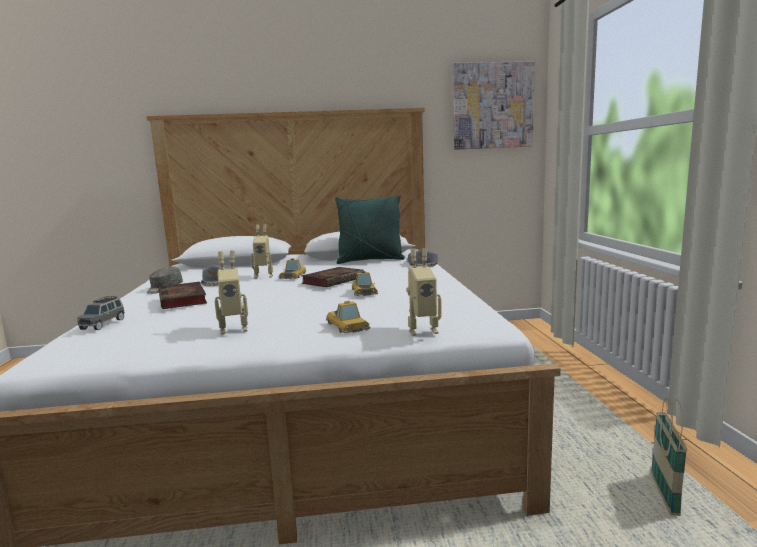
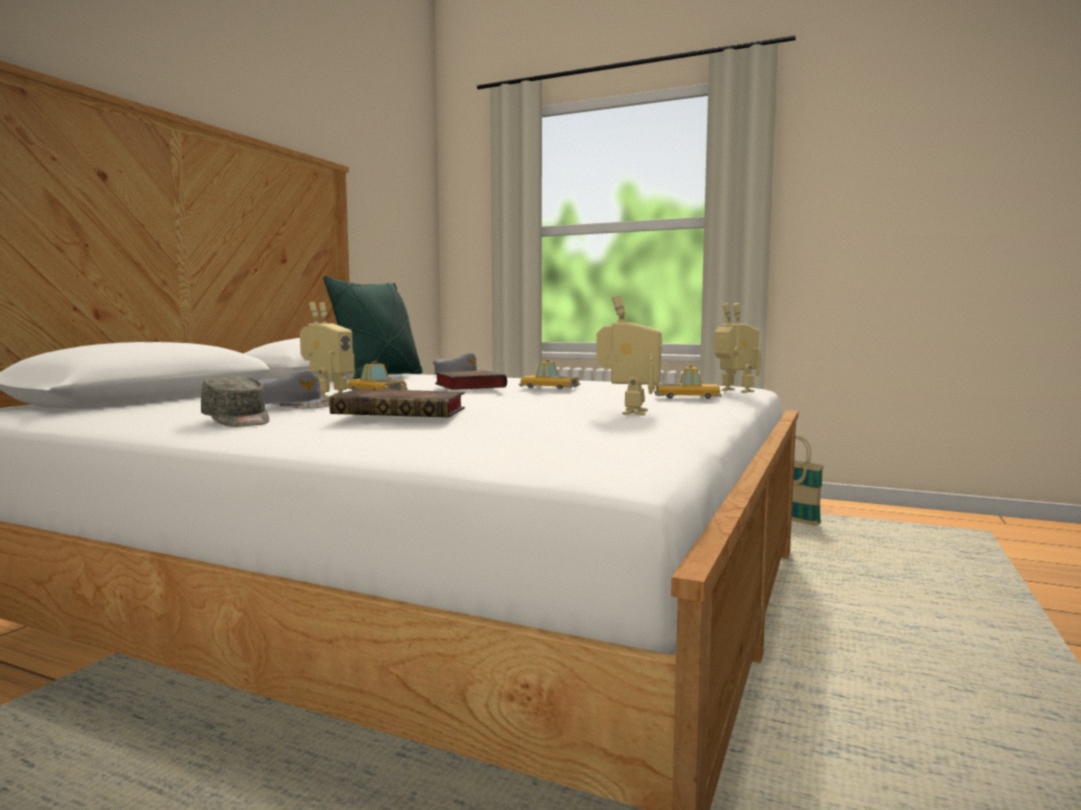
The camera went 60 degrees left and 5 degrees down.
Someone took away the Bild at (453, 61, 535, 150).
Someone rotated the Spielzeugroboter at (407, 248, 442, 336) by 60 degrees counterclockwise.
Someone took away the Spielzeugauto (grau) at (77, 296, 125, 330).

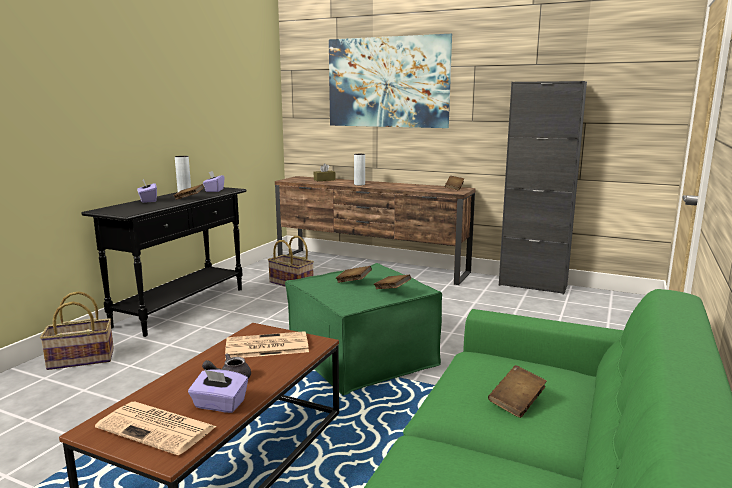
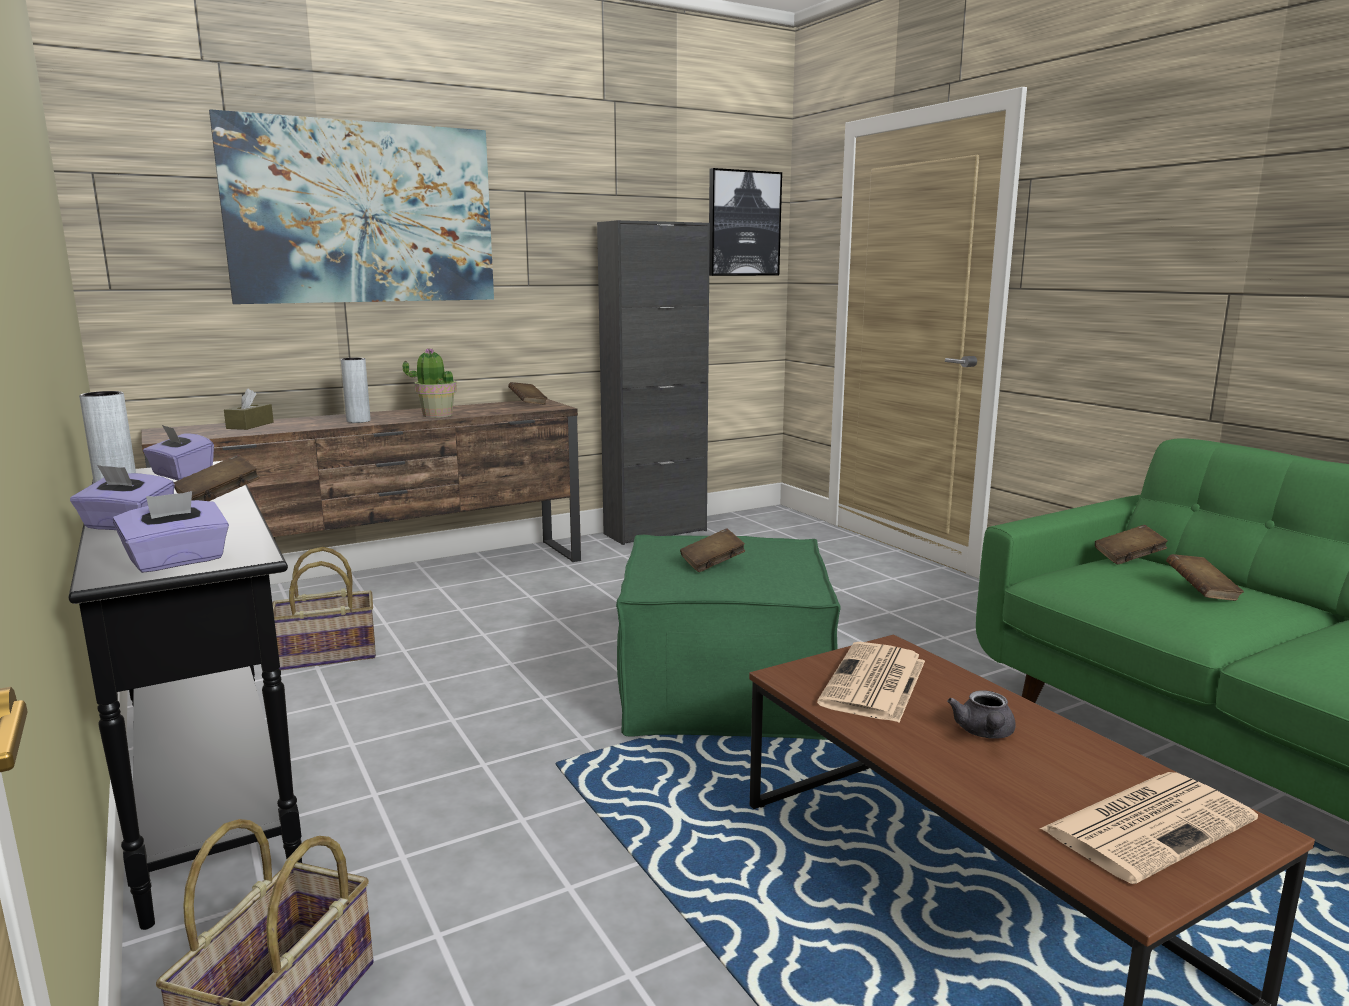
The camera went 55 degrees left and 0 degrees up.
Someone carried the Buch (braun) from (374, 275, 411, 289) to (1095, 525, 1168, 564).
Someone carried the Taschentuchbox (lila) from (188, 369, 248, 413) to (113, 491, 229, 573).
Someone put up the Bild at (709, 168, 782, 276).
Someone put down the Topfpflanze at (403, 348, 457, 418).

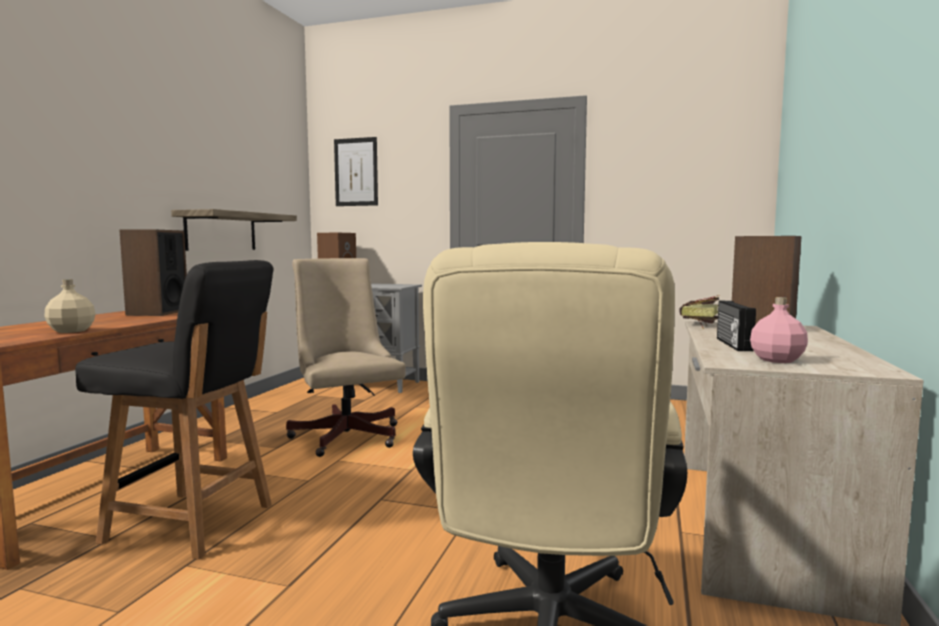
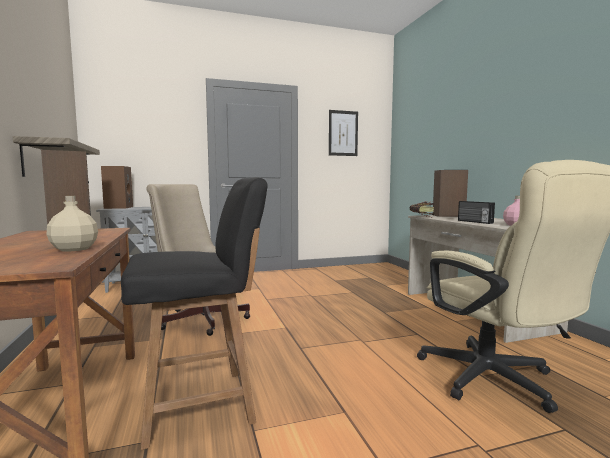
The camera went 35 degrees left and 0 degrees up.
Someone carried the Bild from (334, 137, 378, 206) to (329, 110, 358, 156).

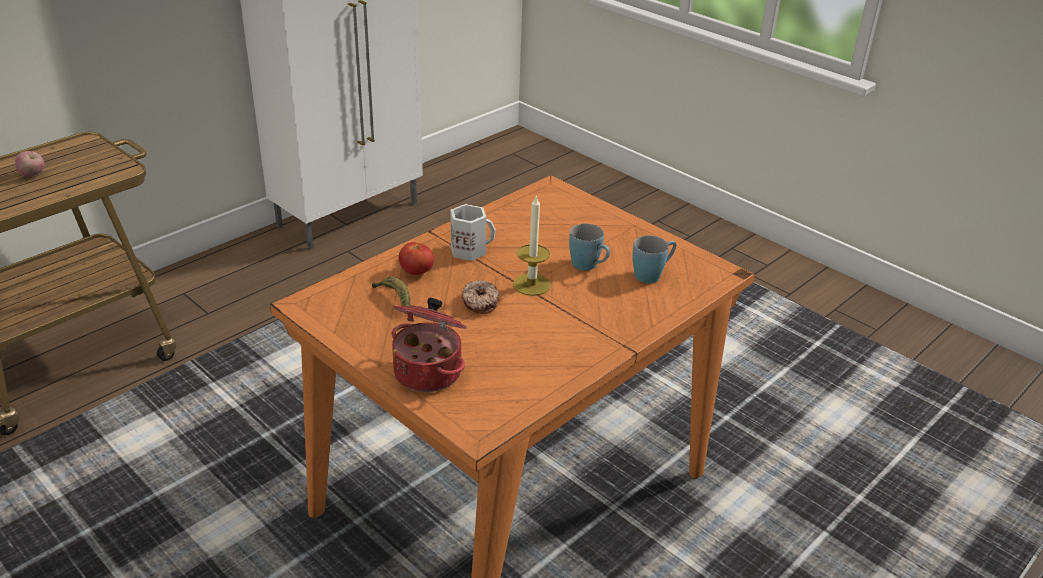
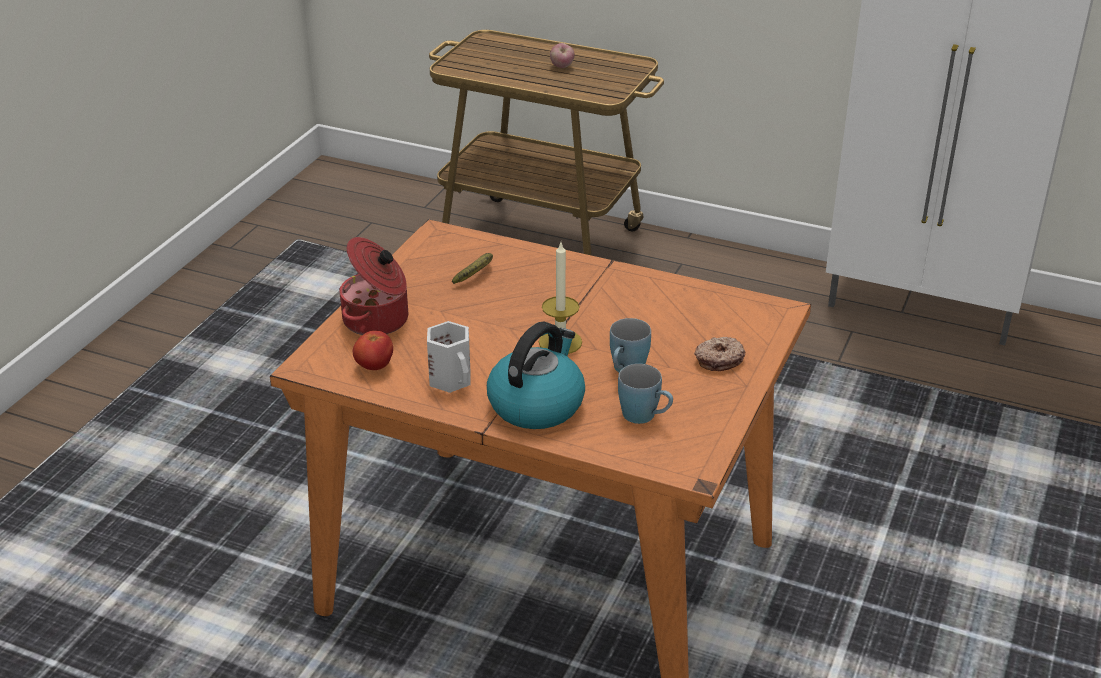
The camera went 70 degrees right and 0 degrees up.
Someone carried the Henkelbecher (weiß) from (450, 204, 496, 261) to (427, 321, 470, 393).
Someone carried the Tomate from (399, 242, 434, 275) to (353, 331, 393, 370).
Someone carried the Donut from (462, 280, 500, 314) to (694, 337, 745, 371).
Someone put down the Wasserkessel at (487, 322, 585, 429).

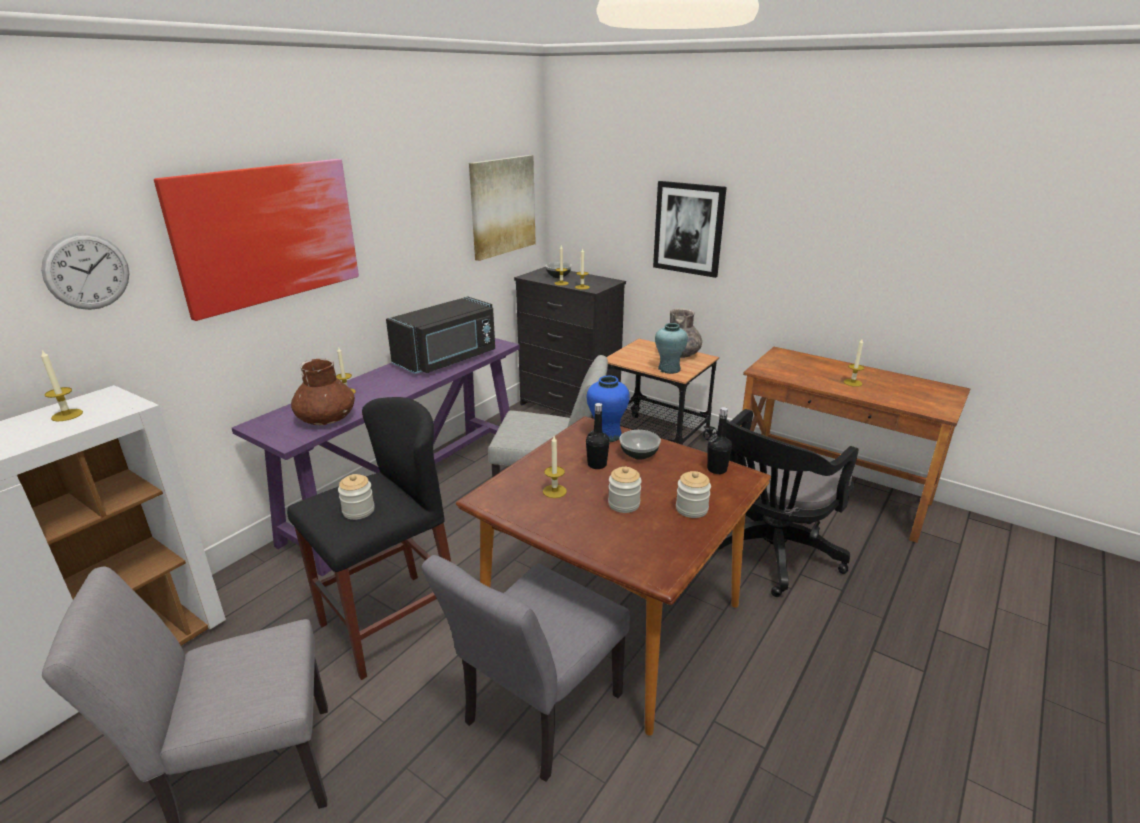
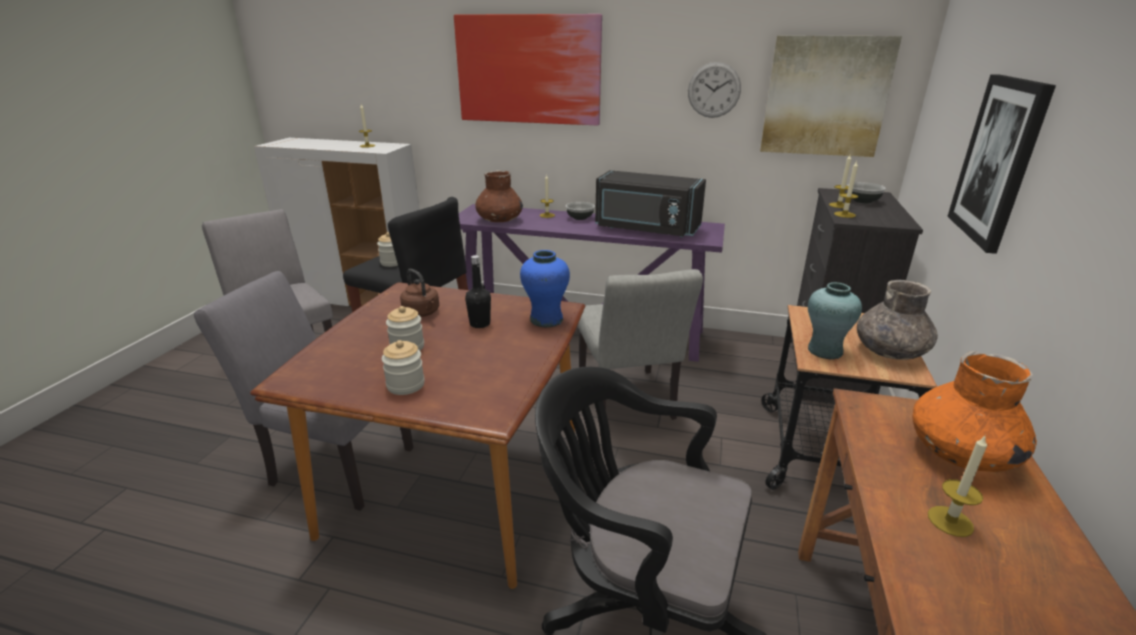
The camera went 70 degrees right and 0 degrees up.
Someone carried the Wanduhr from (41, 233, 129, 310) to (688, 62, 741, 118).
Someone took away the Flasche (schwarz) at (707, 407, 732, 474).
Someone carried the Schüssel from (619, 430, 661, 460) to (566, 202, 595, 220).
Someone swapped the Kerze at (543, 436, 567, 498) for the Wasserkessel (braun) at (400, 269, 439, 317).
Someone put down the Vase (orange) at (912, 351, 1037, 472).

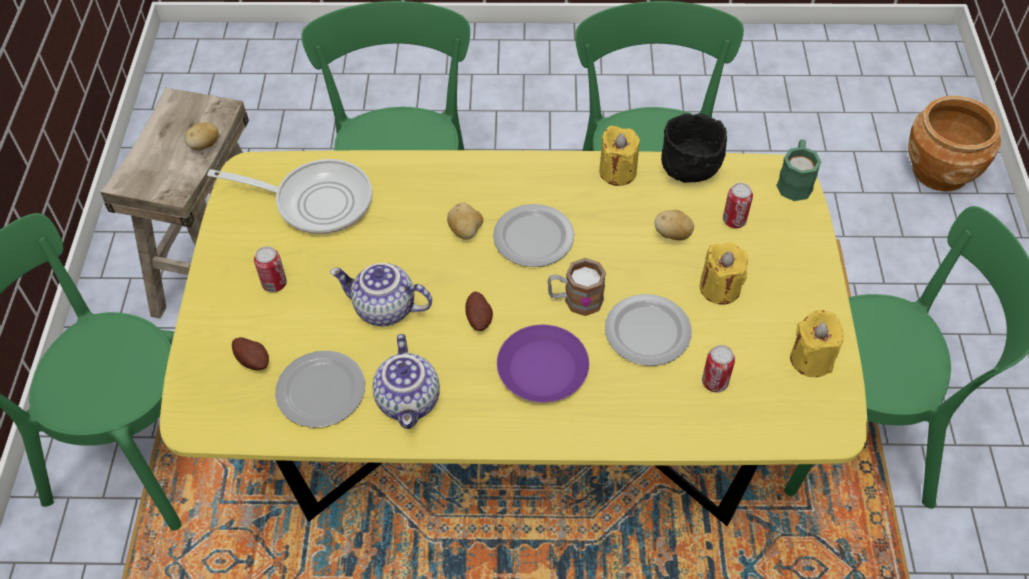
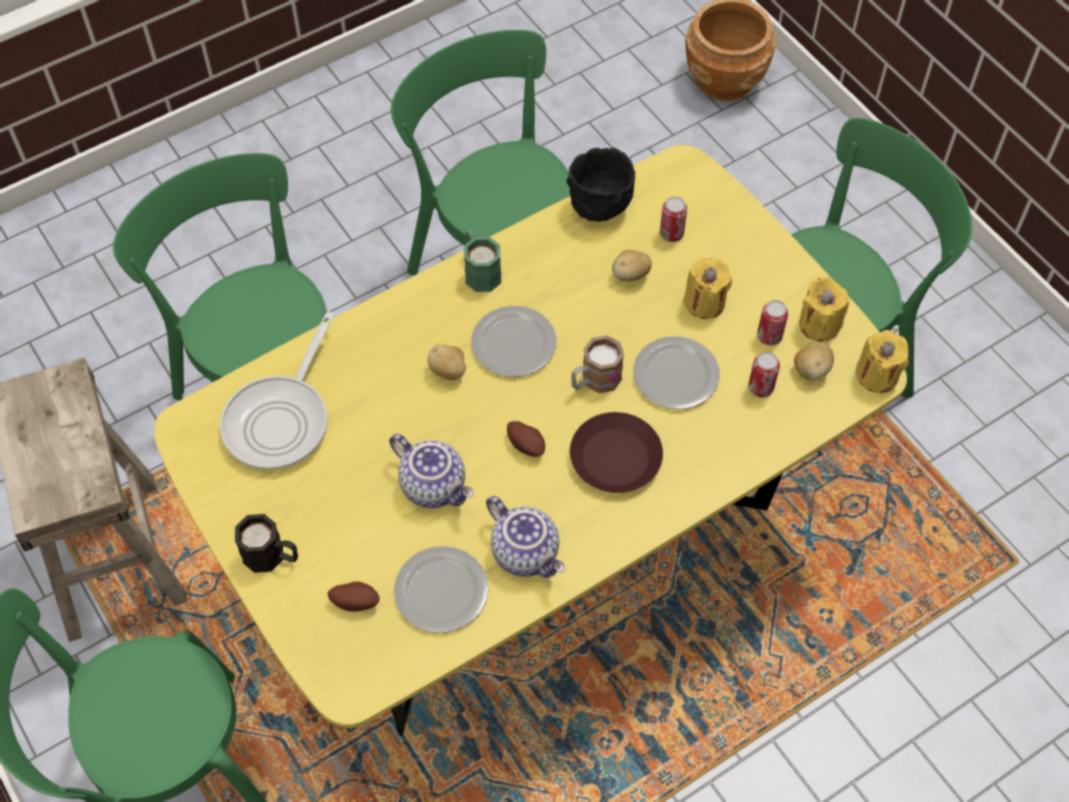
The camera went 35 degrees left and 5 degrees up.
Someone carried the Kartoffel from (184, 122, 219, 150) to (794, 341, 834, 380).
Someone carried the Kerze (gelb) from (599, 125, 640, 186) to (856, 330, 909, 393).
Someone carried the Henkelbecher (grün) from (776, 139, 822, 201) to (464, 229, 501, 292).
Someone rotated the Pfanne at (207, 159, 372, 234) by 135 degrees clockwise.
Someone carried the Dose from (254, 246, 287, 292) to (757, 300, 788, 346).
Someone rotated the Teekanne at (330, 263, 432, 326) by 120 degrees counterclockwise.
Someone repainted the Teller (lila) at (497, 325, 589, 402), which became the Teller (braun) at (570, 412, 663, 493).
Someone put down the Henkelbecher (schwarz) at (235, 514, 298, 573).

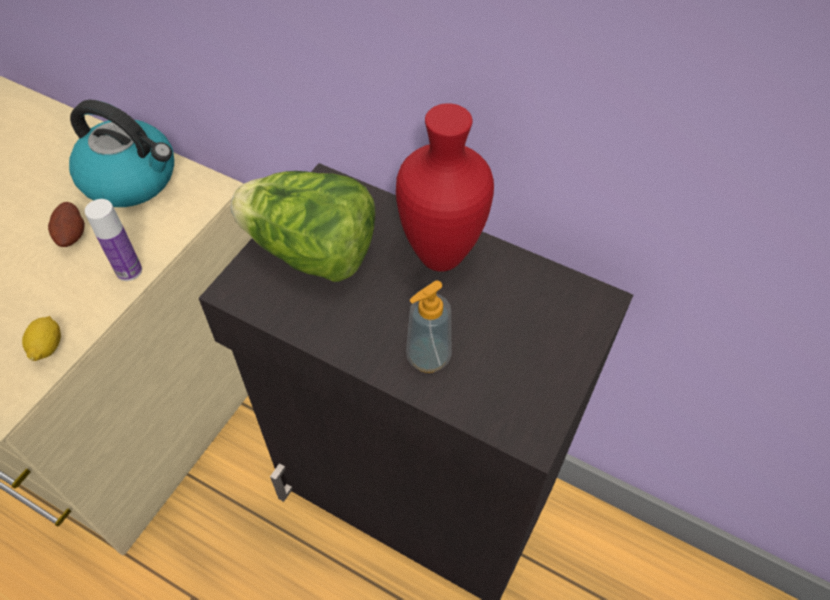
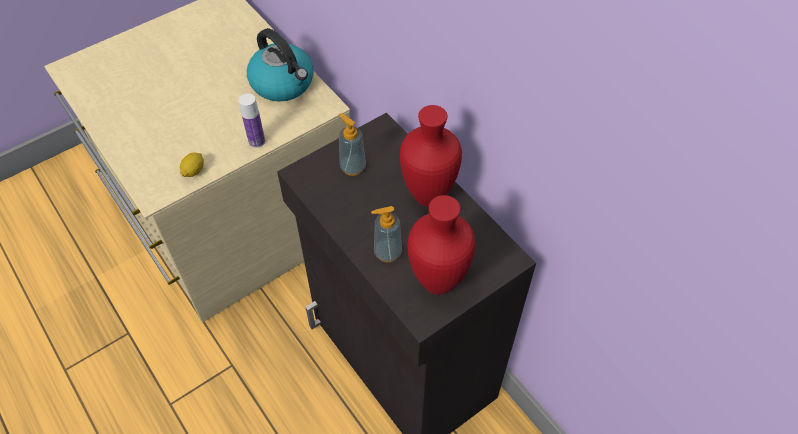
The camera went 25 degrees right and 0 degrees up.
Someone swapped the Salatkopf at (231, 171, 375, 282) for the Seifenspender at (339, 113, 366, 176).
Someone took away the Kartoffel at (48, 202, 85, 247).
Someone put down the Vase (rot) at (407, 195, 476, 295).

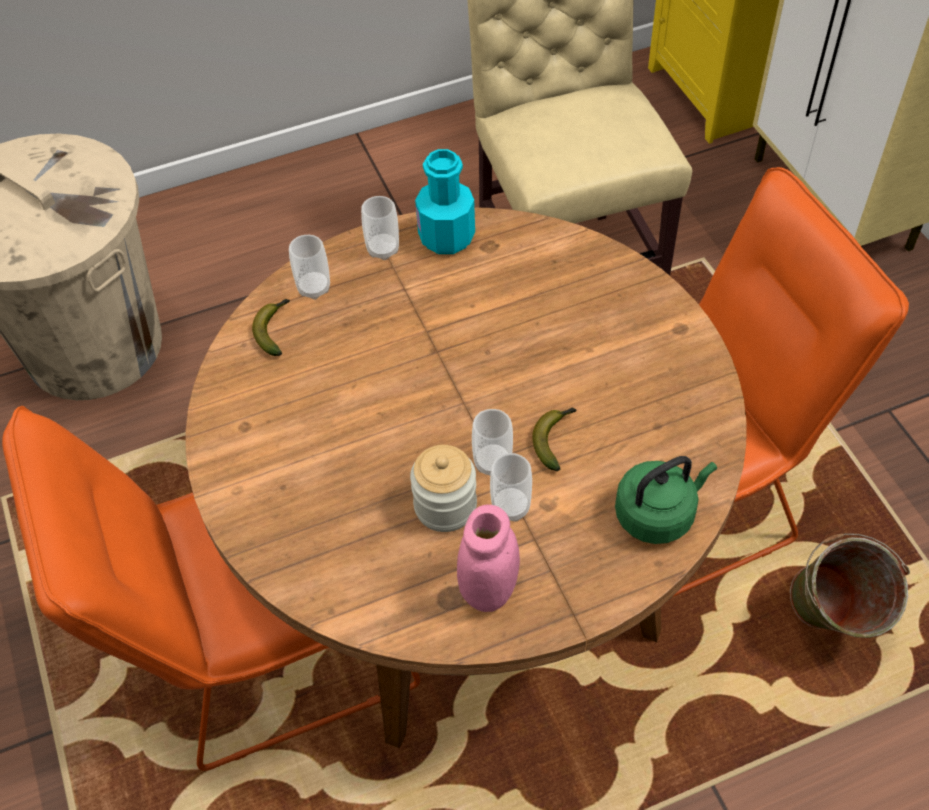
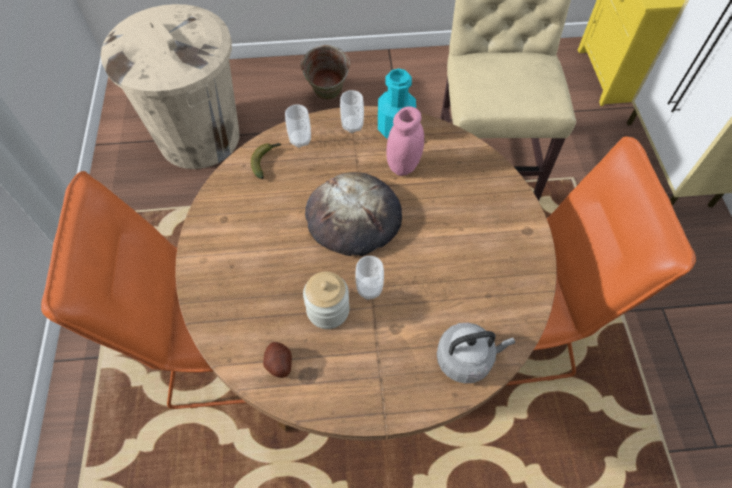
The camera went 15 degrees right and 5 degrees up.
Someone took away the Banane at (532, 408, 577, 471).
Someone took away the Tasse at (490, 453, 532, 522).
Someone repainted the Wasserkessel (grün) at (615, 456, 717, 544), which became the Wasserkessel (grau) at (437, 323, 515, 384).
Someone carried the Vorratsglas (rosa) from (457, 505, 520, 612) to (386, 106, 424, 176).
Someone carried the Eimer (grün) from (790, 533, 910, 638) to (301, 45, 350, 100).
Someone put down the Brot at (305, 172, 402, 256).
Someone put down the Kartoffel at (263, 342, 292, 378).

